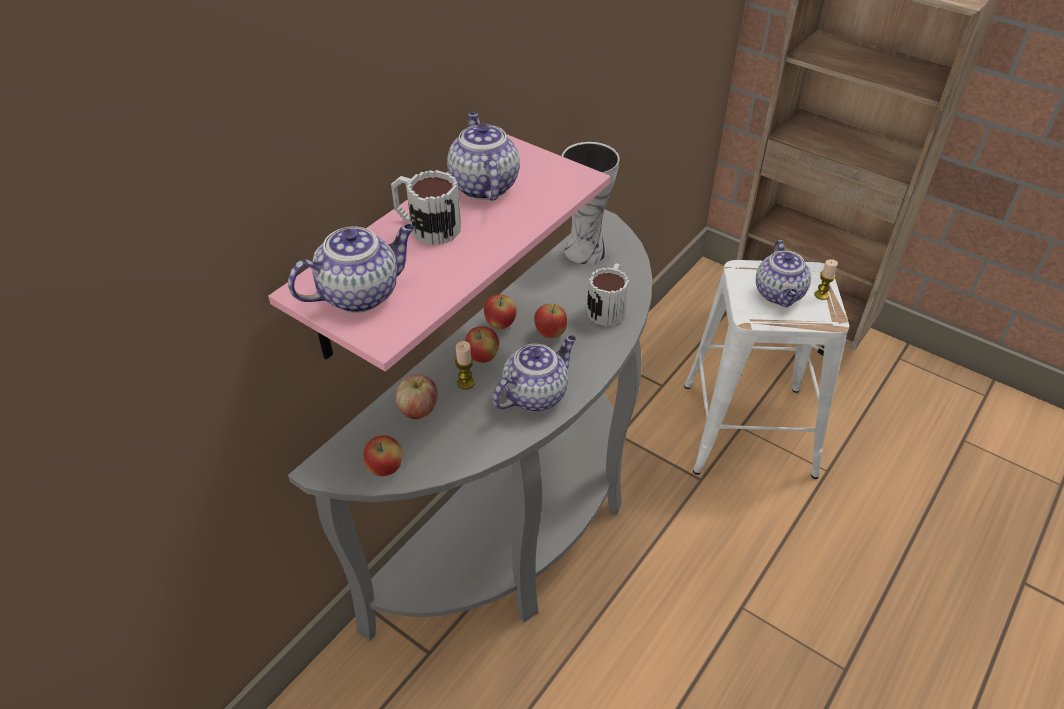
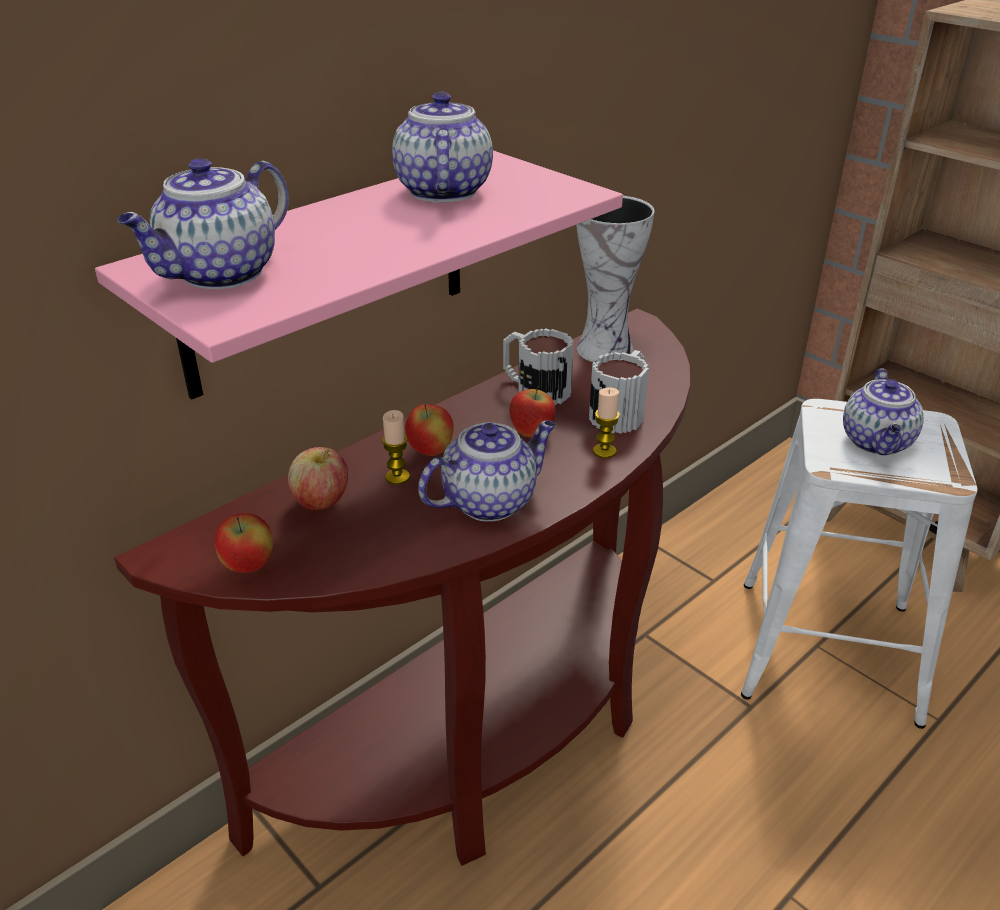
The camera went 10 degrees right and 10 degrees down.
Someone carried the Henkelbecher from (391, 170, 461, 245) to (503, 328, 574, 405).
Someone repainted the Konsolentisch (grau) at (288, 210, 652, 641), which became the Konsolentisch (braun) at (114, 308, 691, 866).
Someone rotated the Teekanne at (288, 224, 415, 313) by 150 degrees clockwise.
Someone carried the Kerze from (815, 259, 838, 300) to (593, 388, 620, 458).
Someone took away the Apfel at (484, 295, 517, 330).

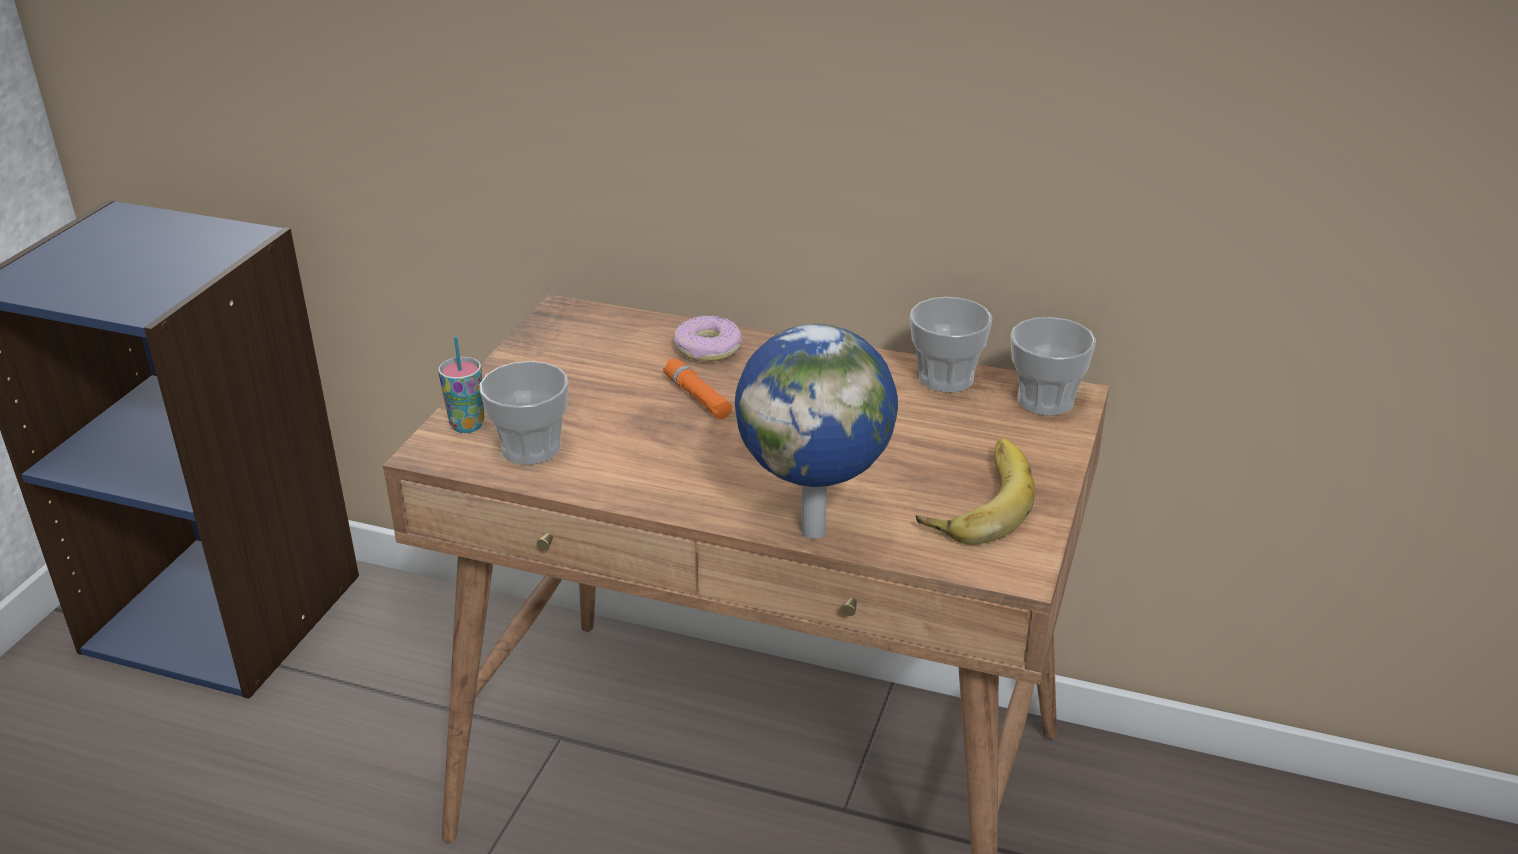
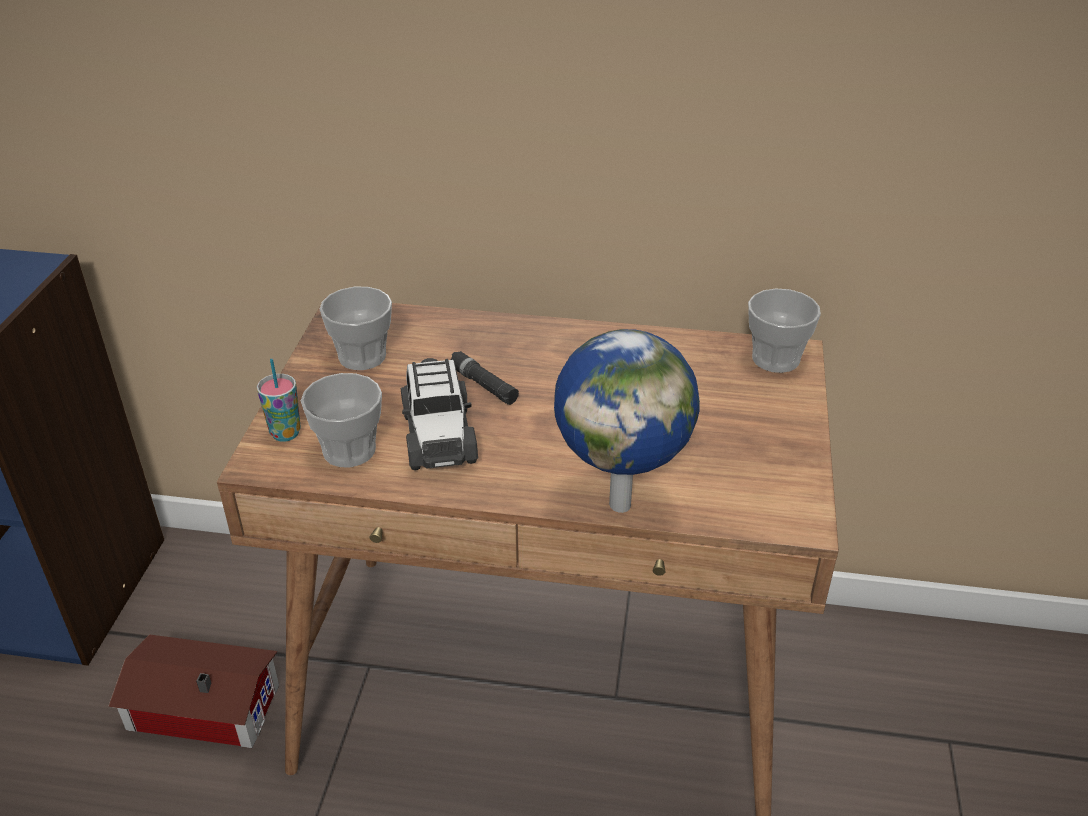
The camera went 10 degrees left and 5 degrees up.
Someone carried the Tasse from (910, 297, 992, 393) to (320, 287, 392, 370).
Someone took away the Donut at (674, 315, 742, 362).
Someone repainted the Taschenlampe (orange) at (663, 358, 732, 420), which became the Taschenlampe (schwarz) at (451, 351, 519, 405).
Someone took away the Banane at (916, 439, 1035, 545).
Someone put down the Spielzeugauto at (401, 358, 478, 470).
Someone put down the Spielzeughaus at (108, 634, 279, 748).

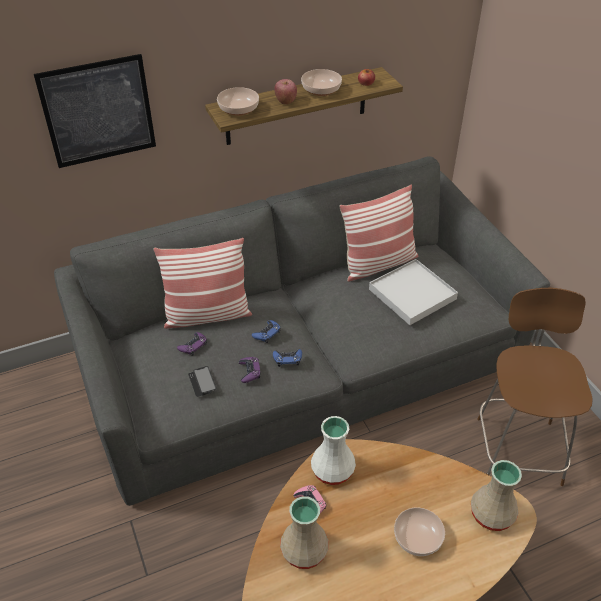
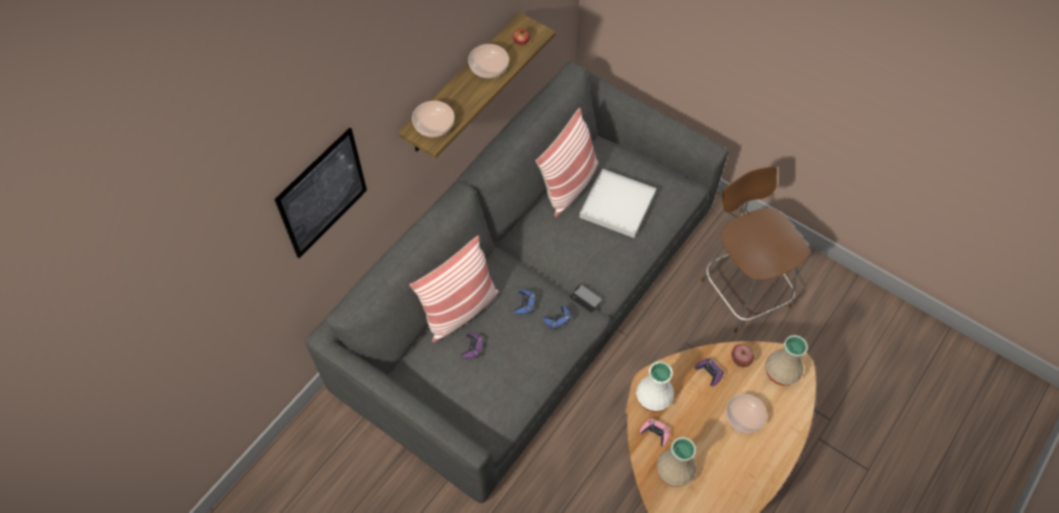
The camera went 30 degrees left and 15 degrees up.
Someone carried the Apfel from (274, 79, 297, 105) to (732, 344, 754, 367).
Someone carried the Gamepad (lila) from (239, 357, 261, 383) to (695, 358, 724, 386).
Someone carried the Handy from (188, 366, 216, 397) to (570, 284, 603, 313).

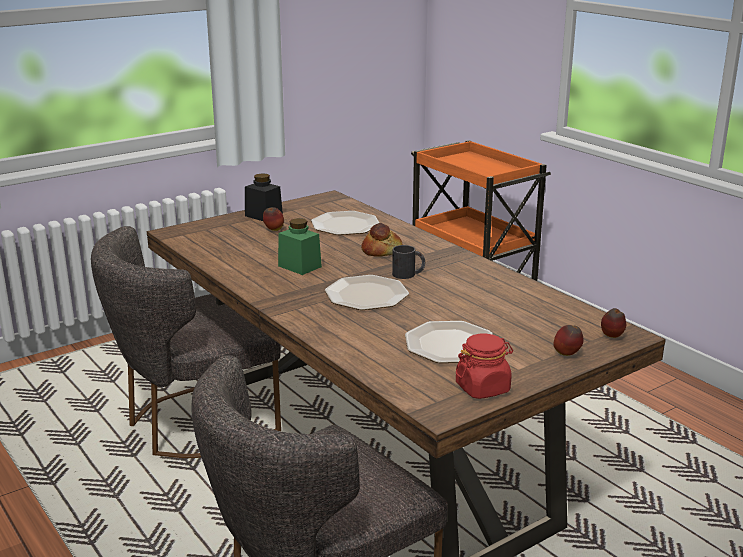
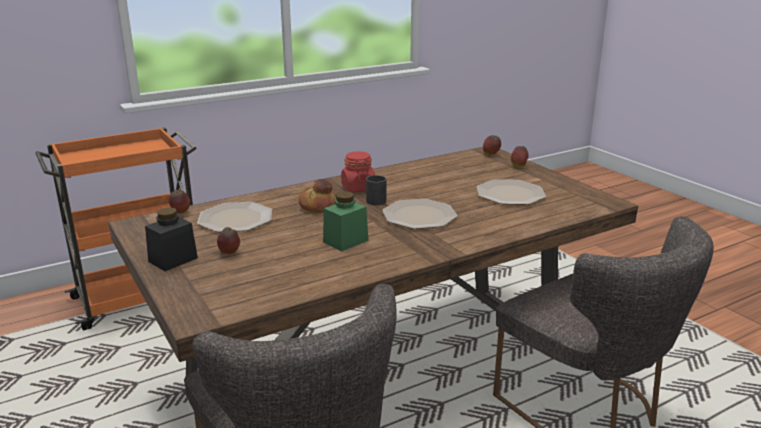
The camera went 85 degrees left and 0 degrees up.
Someone carried the Vorratsglas (rot) from (456, 334, 513, 399) to (341, 151, 375, 192).
Someone put down the Apfel at (168, 190, 190, 214).

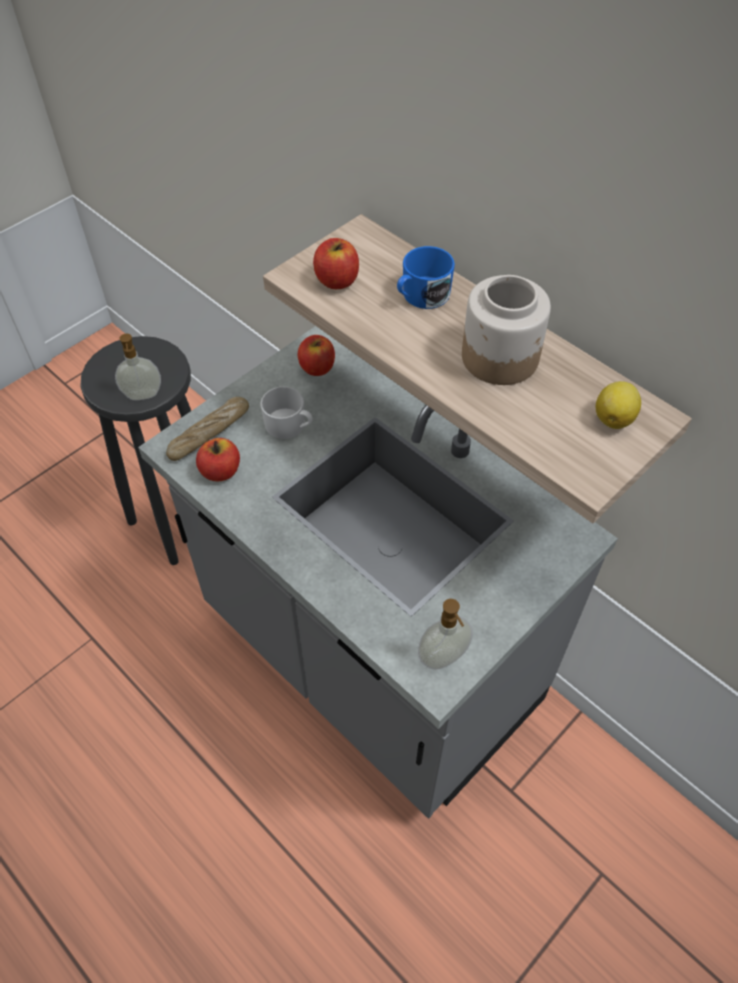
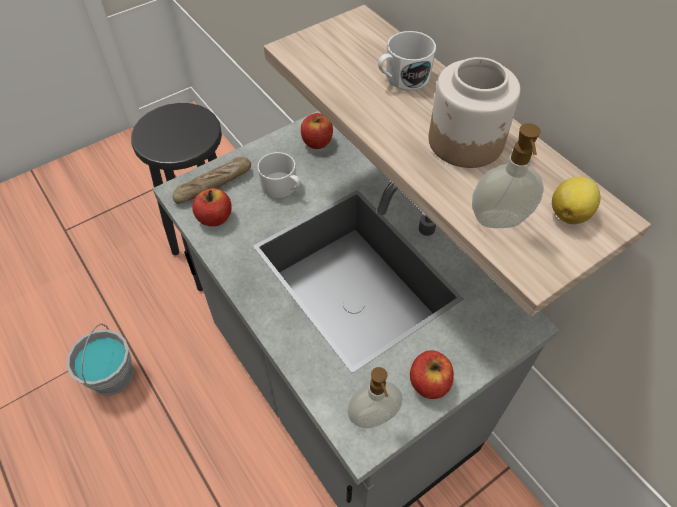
The camera went 10 degrees right and 0 degrees up.
Someone carried the Apfel from (313, 238, 359, 289) to (410, 350, 454, 399).
Someone repainted the Henkelbecher (blau) at (397, 246, 455, 309), which became the Henkelbecher (weiß) at (378, 31, 436, 90).
Someone carried the Seifenspender from (115, 334, 161, 400) to (472, 123, 544, 228).
Someone put down the Eimer (grau) at (66, 323, 134, 396).

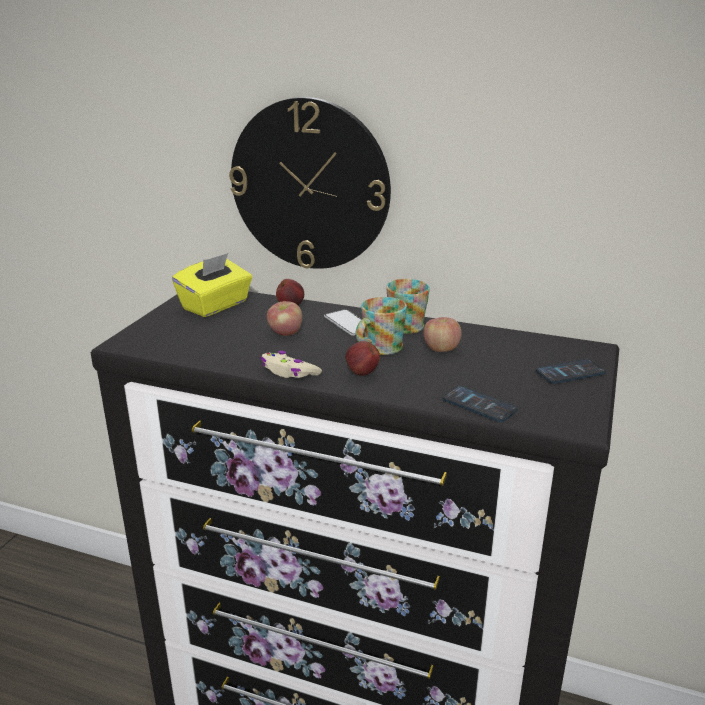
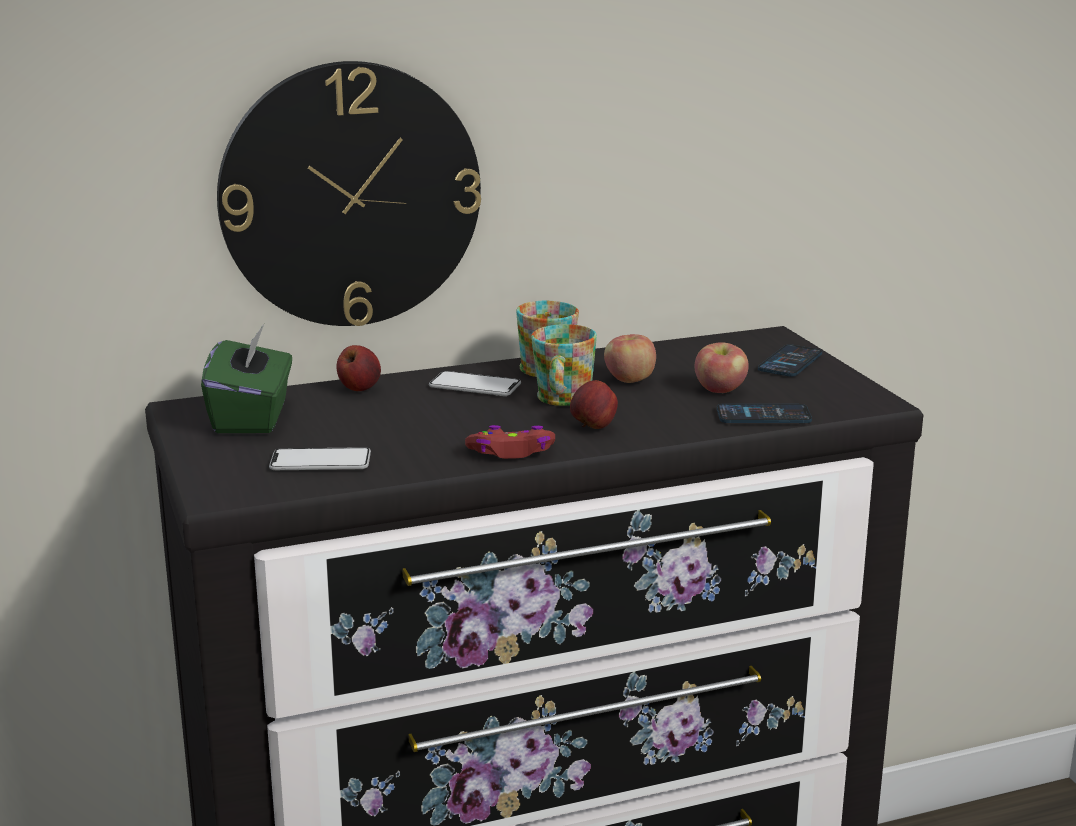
The camera went 40 degrees left and 5 degrees down.
Someone repainted the Taschentuchbox (gelb) at (172, 253, 253, 317), which became the Taschentuchbox (grün) at (201, 324, 292, 433).
Someone carried the Apfel from (267, 301, 302, 336) to (695, 342, 749, 393).
Someone repainted the Gamepad (beige) at (260, 351, 322, 378), which became the Gamepad (rot) at (465, 425, 555, 459).
Someone put down the Handy at (269, 447, 371, 470).

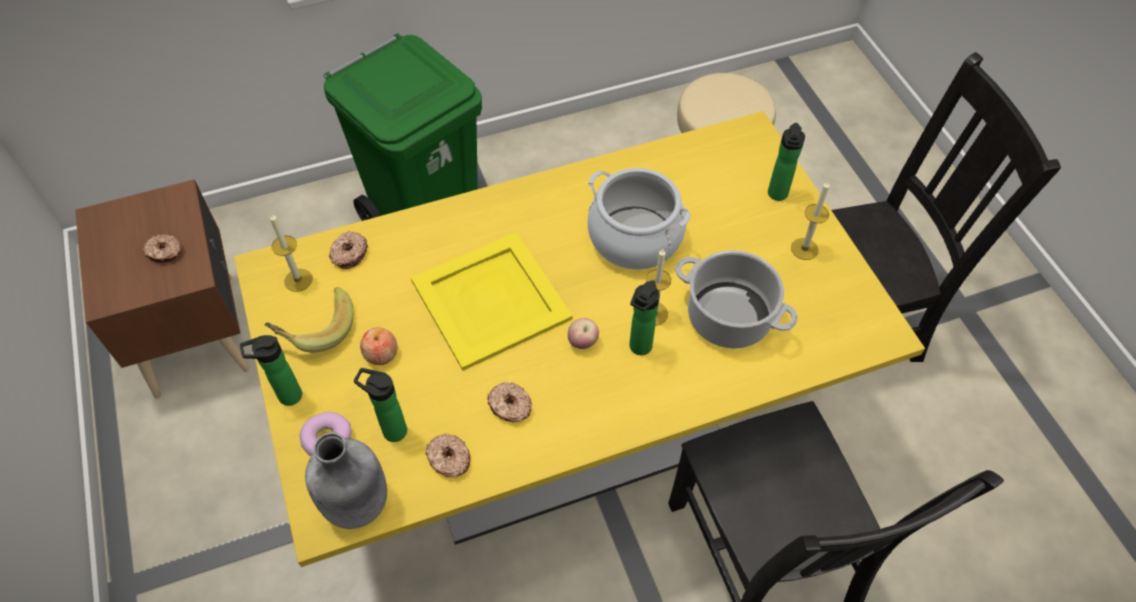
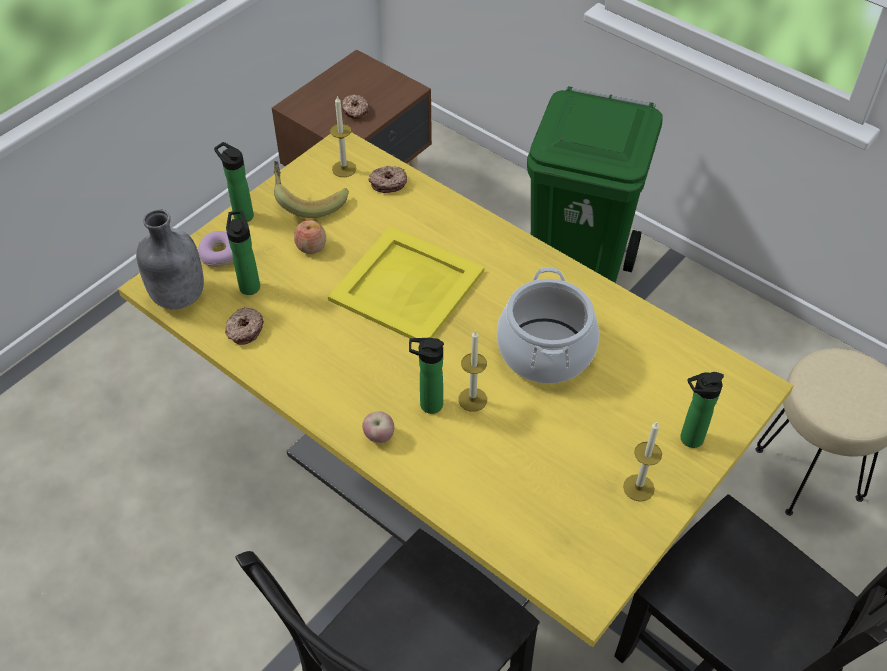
The camera went 60 degrees right and 5 degrees down.
Someone took away the Kochtopf at (675, 250, 798, 348).
Someone carried the Apfel from (568, 318, 599, 349) to (362, 411, 394, 443).
Someone took away the Donut at (487, 382, 532, 422).

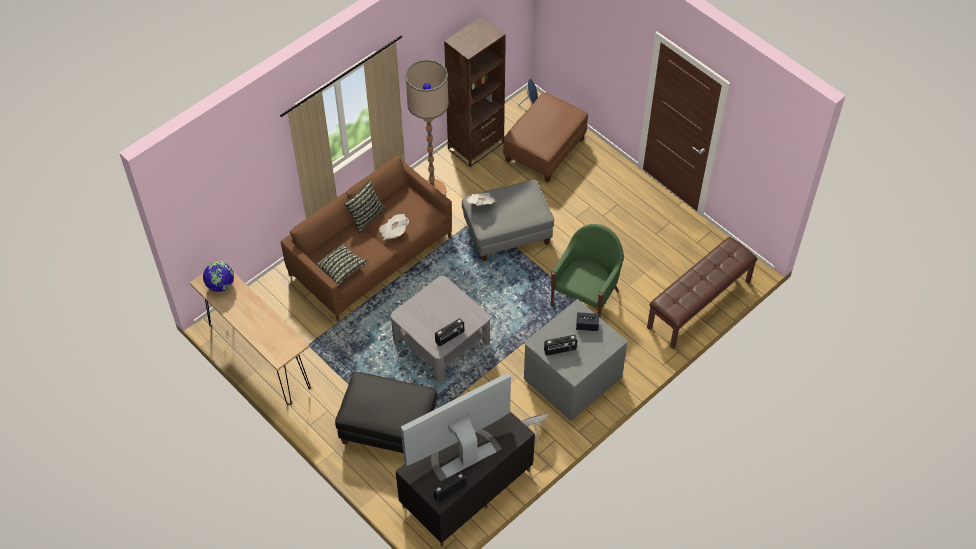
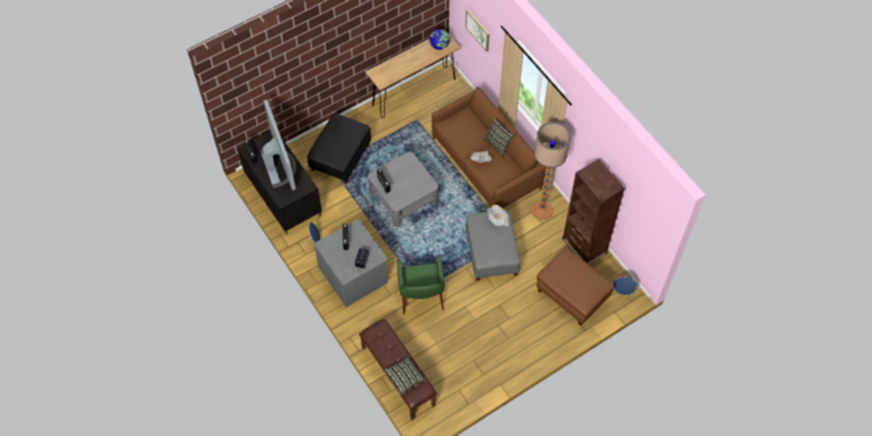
The camera went 100 degrees right and 5 degrees up.
Someone rotated the Sessel (grün) at (551, 224, 624, 317) by 45 degrees clockwise.
Someone carried the Kissen from (315, 243, 369, 285) to (383, 356, 427, 396).
Someone put up the Bild at (465, 9, 490, 52).

